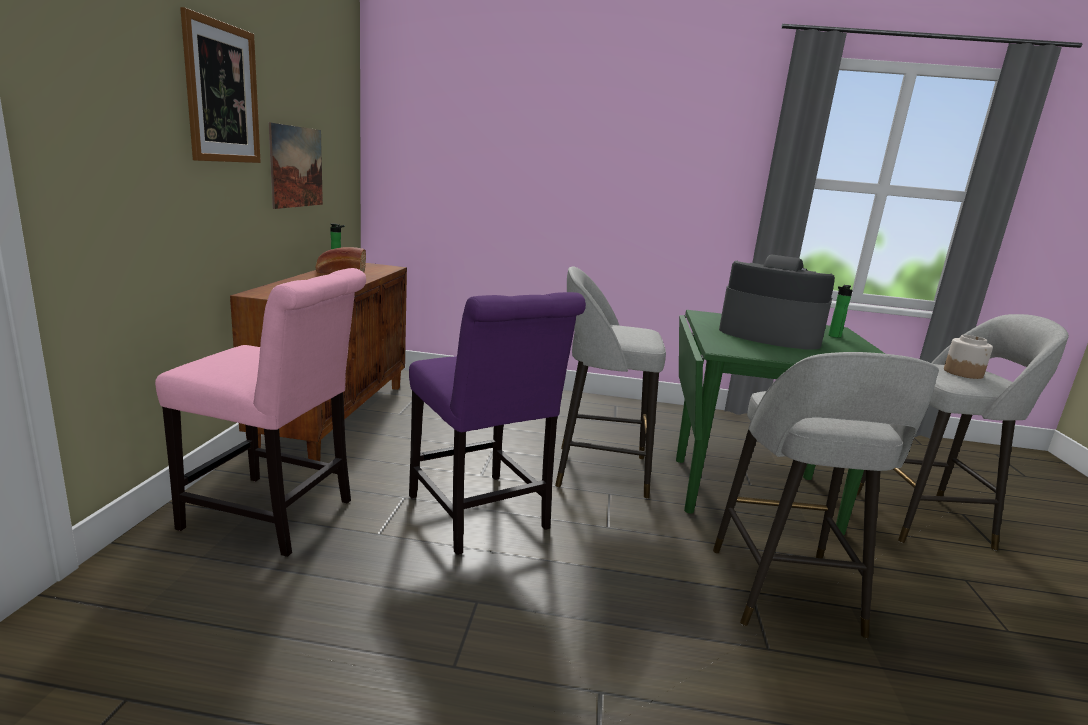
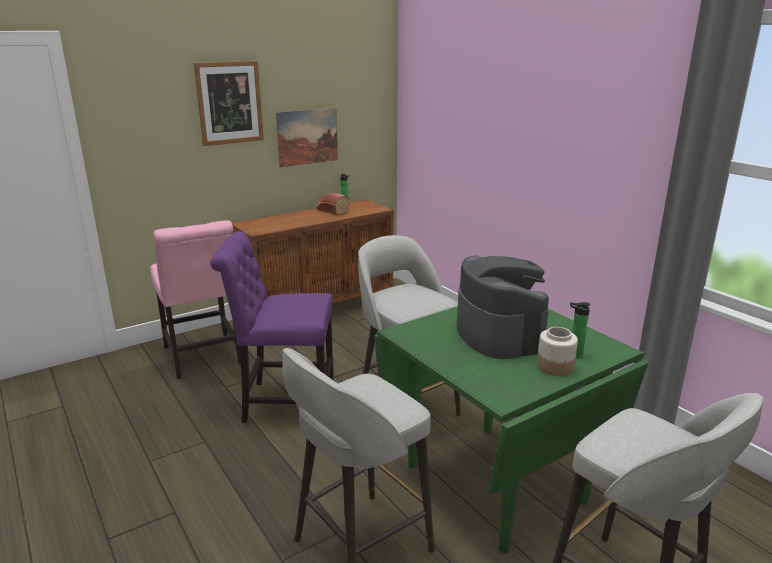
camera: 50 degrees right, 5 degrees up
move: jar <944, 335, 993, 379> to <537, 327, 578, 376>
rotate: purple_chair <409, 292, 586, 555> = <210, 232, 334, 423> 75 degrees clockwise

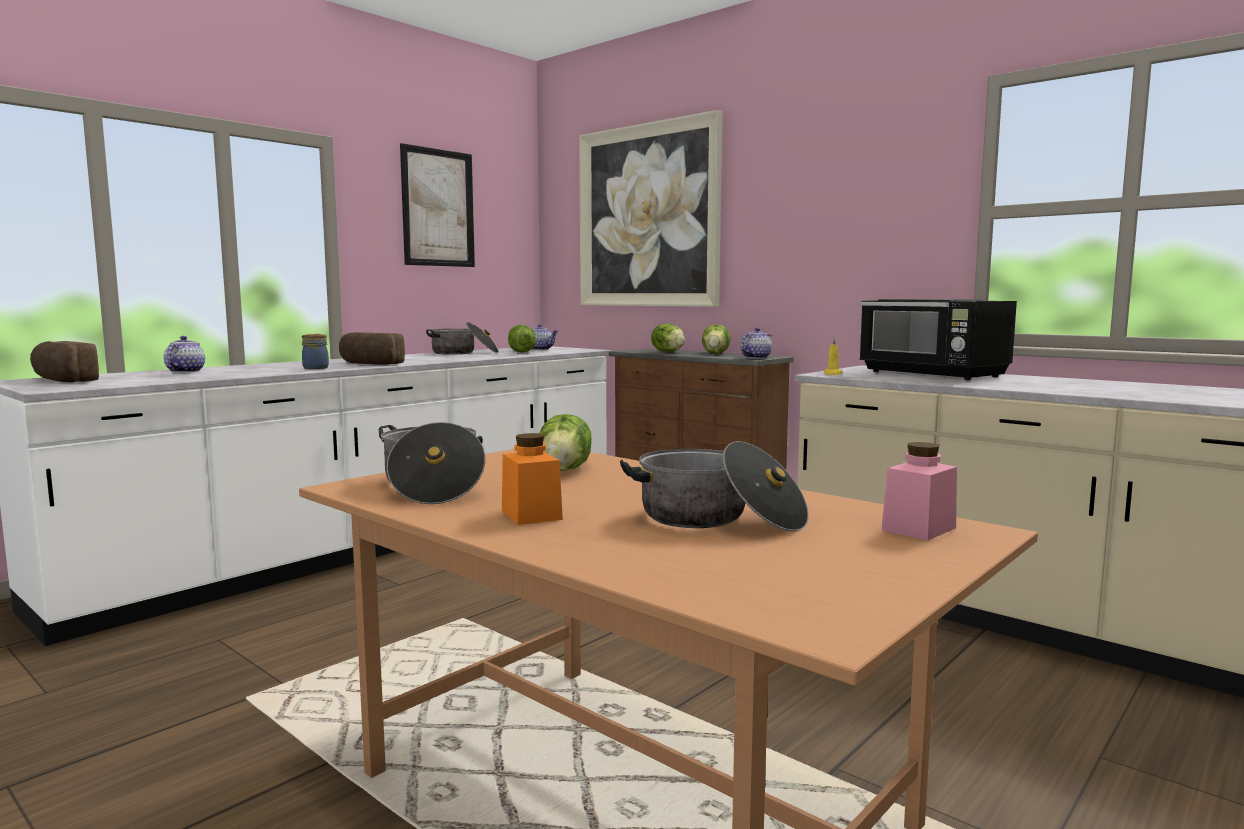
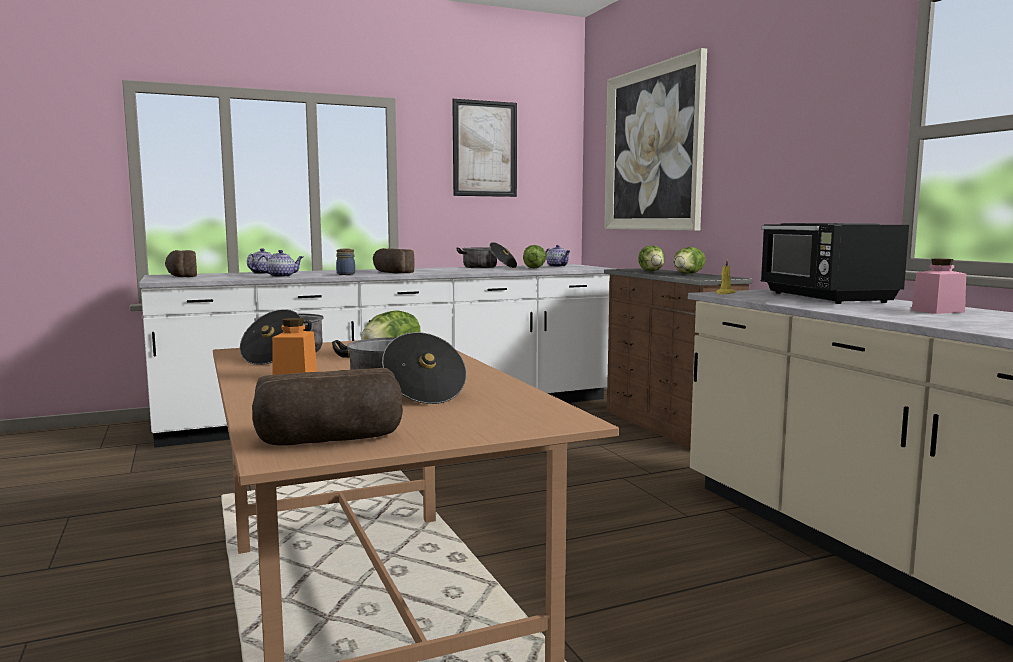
camera: 25 degrees right, 0 degrees up
insert: bread <252, 368, 403, 446>
move: teapot <741, 328, 772, 359> to <257, 250, 303, 277>; pink_jar <881, 442, 957, 541> to <912, 259, 966, 314>

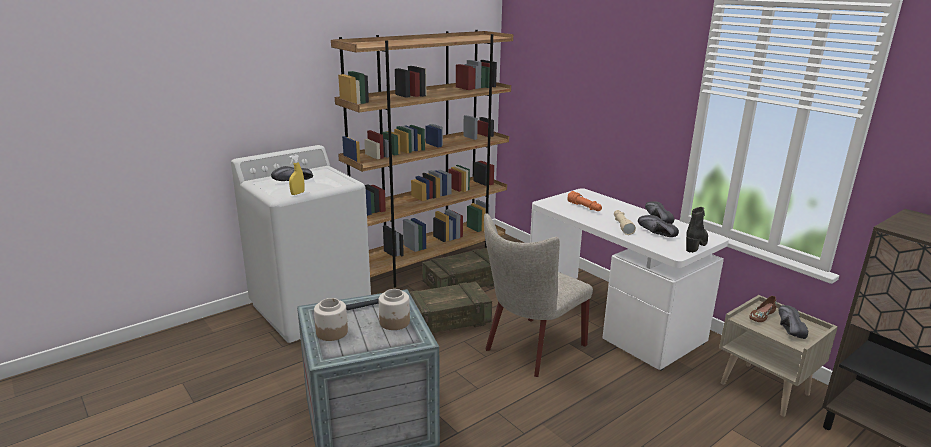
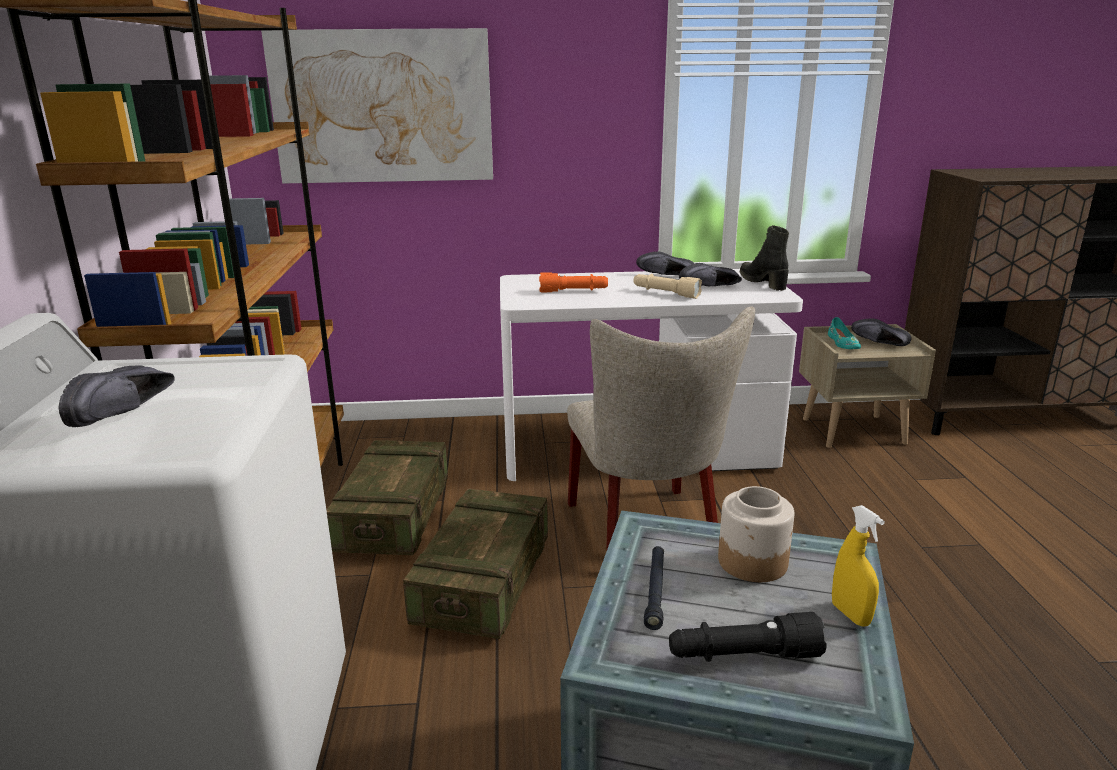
camera: 55 degrees left, 0 degrees up
insert: picture <261, 28, 493, 183>
move: yellow_spray_bottle <289, 154, 305, 195> to <832, 505, 885, 627>
replace: jar <314, 298, 348, 341> to black_flashlight <669, 612, 827, 662>
recolor: brown_shoe <749, 296, 777, 322> to turquoise_shoe <828, 317, 861, 349>

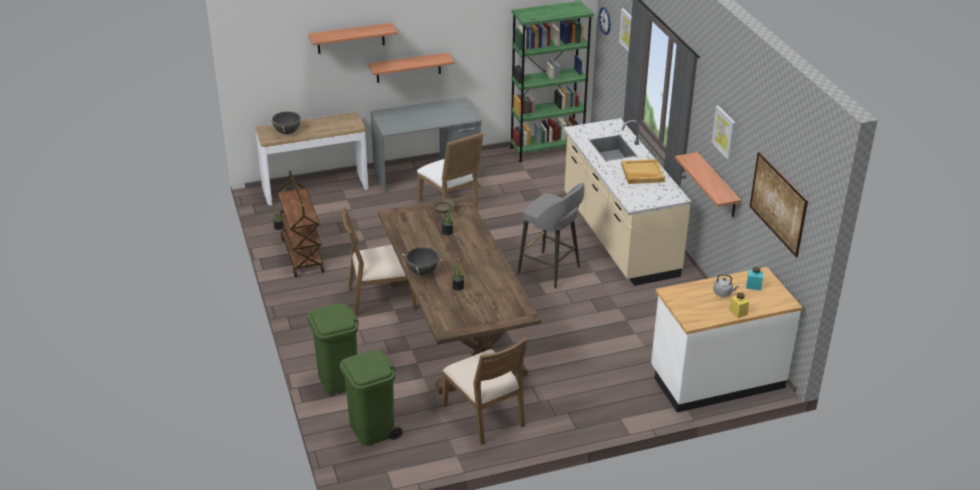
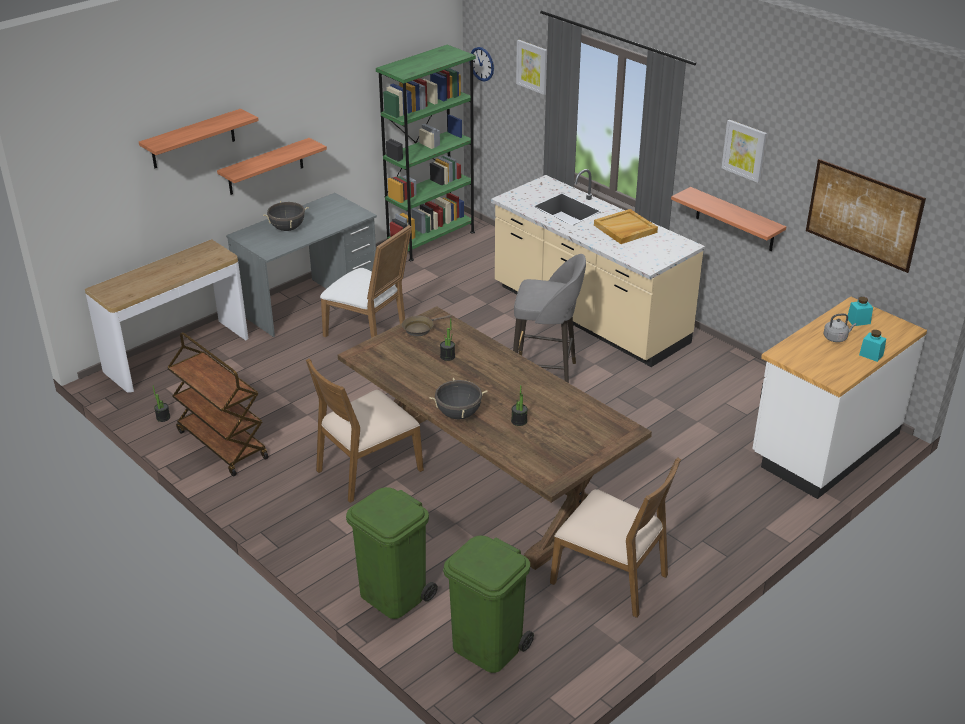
camera: 25 degrees left, 0 degrees up
move: black_cooking_pot <268, 110, 304, 134> to <263, 201, 309, 231>
recolor: yellow_jar <729, 293, 749, 318> to turquoise_jar <859, 330, 886, 362>

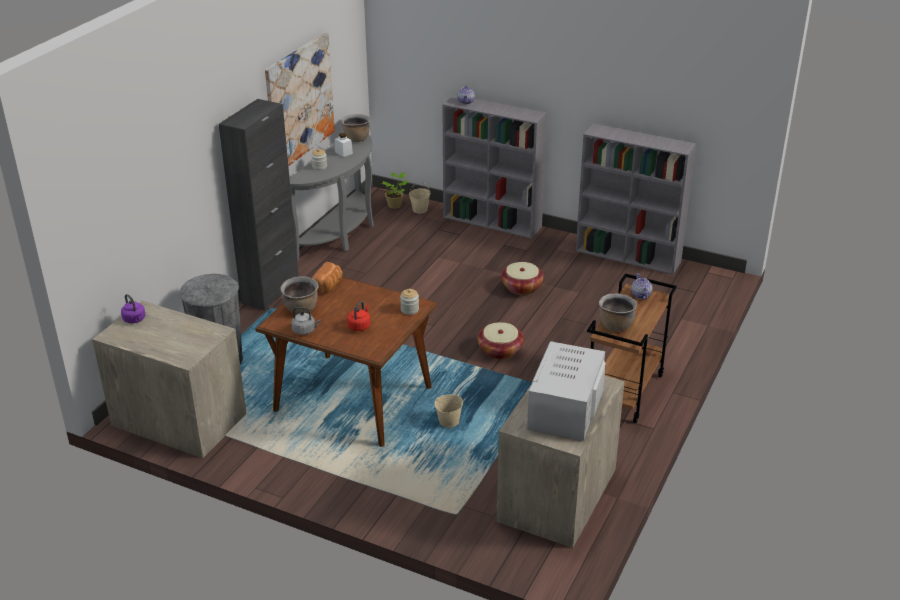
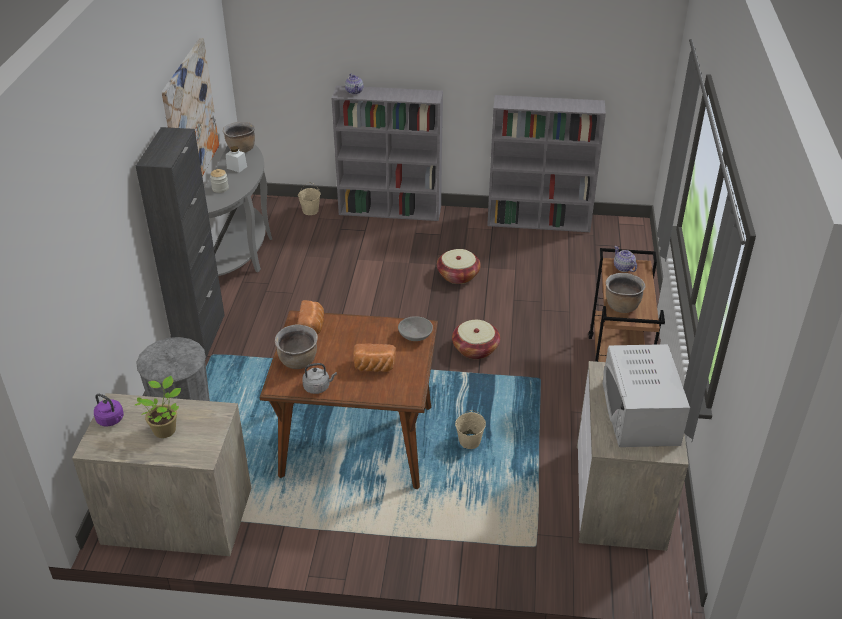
camera: 20 degrees left, 5 degrees up
move: potted_plant <381, 172, 409, 209> to <135, 376, 181, 438>
replace: red_kettle <347, 301, 370, 331> to bread <353, 344, 396, 372>; jar <400, 289, 419, 315> to grey_bowl <398, 316, 433, 341>

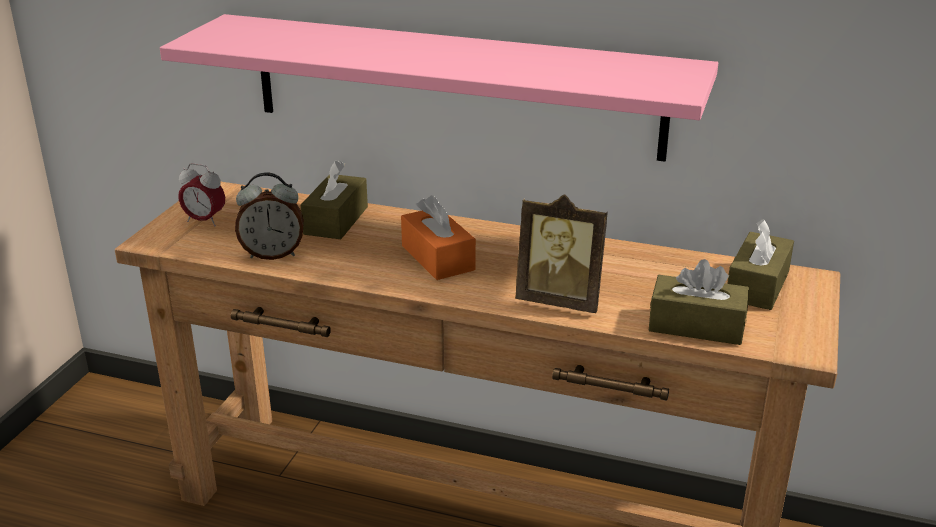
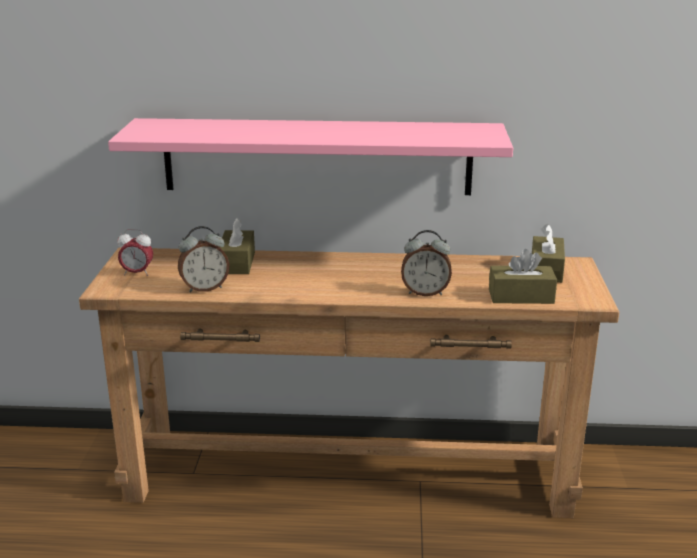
camera: 15 degrees left, 5 degrees down
delete: orange_tissue_box <401, 195, 476, 280>
replace: picture_frame <515, 194, 608, 313> to alarm_clock <401, 230, 452, 296>

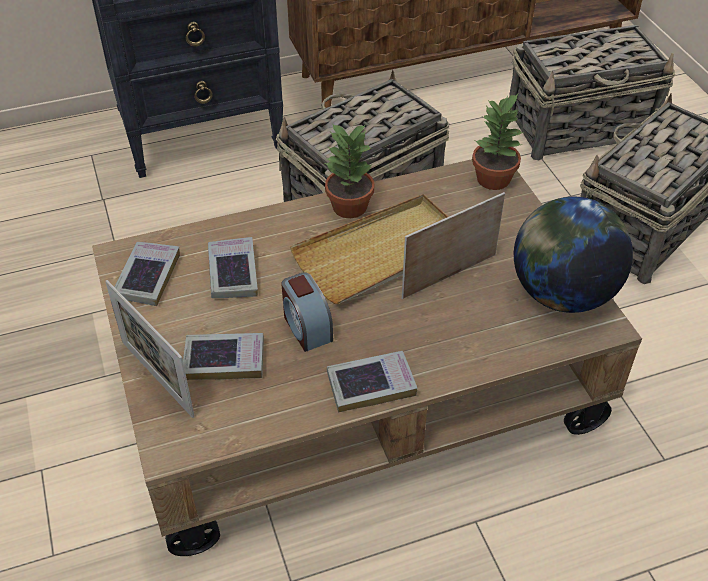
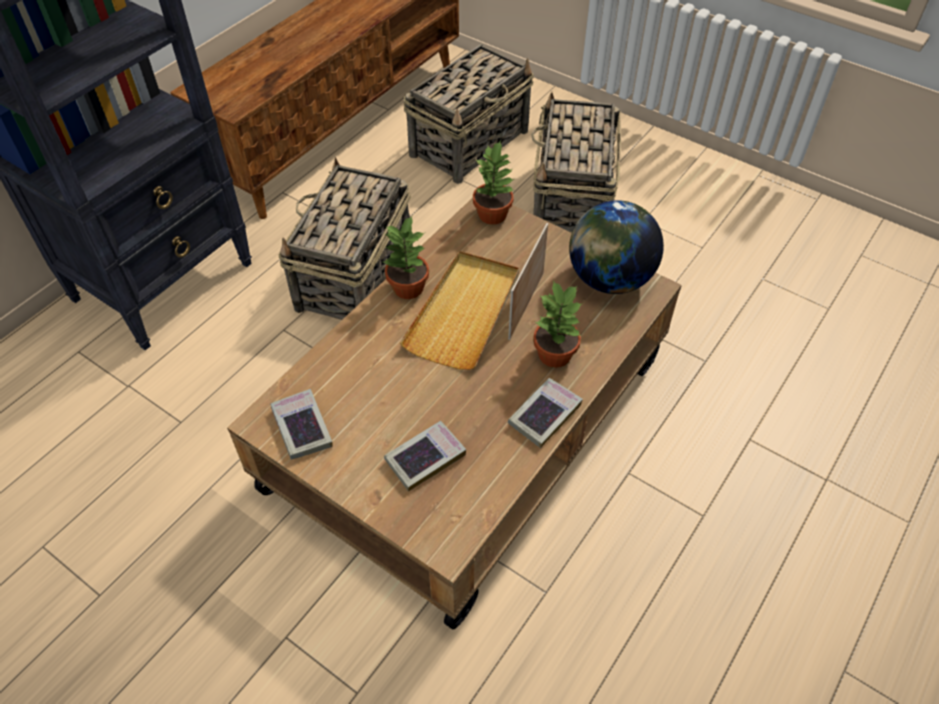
camera: 35 degrees left, 5 degrees up
delete: picture_frame <105, 280, 195, 418>; book <208, 237, 258, 298>; alarm_clock <282, 272, 333, 352>
insert: potted_plant <533, 280, 583, 368>

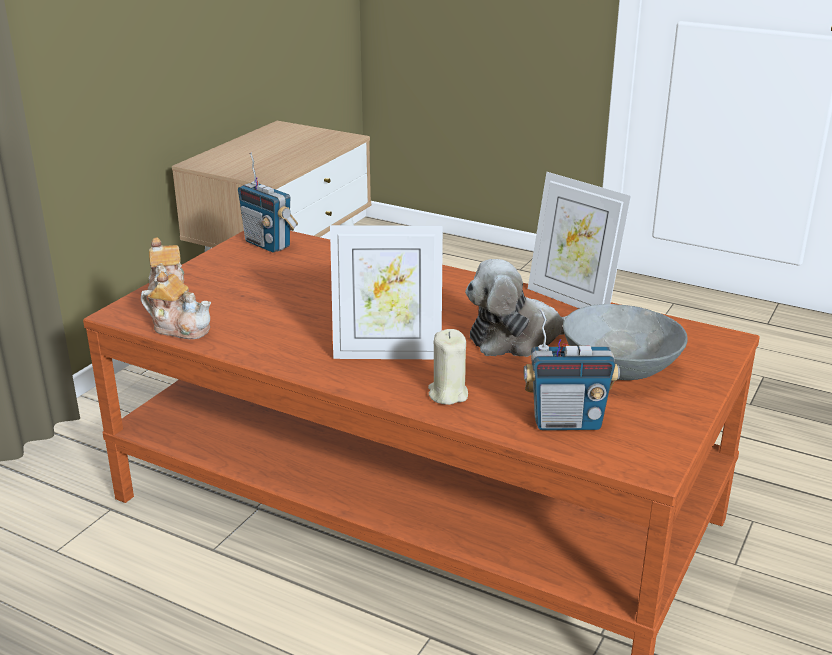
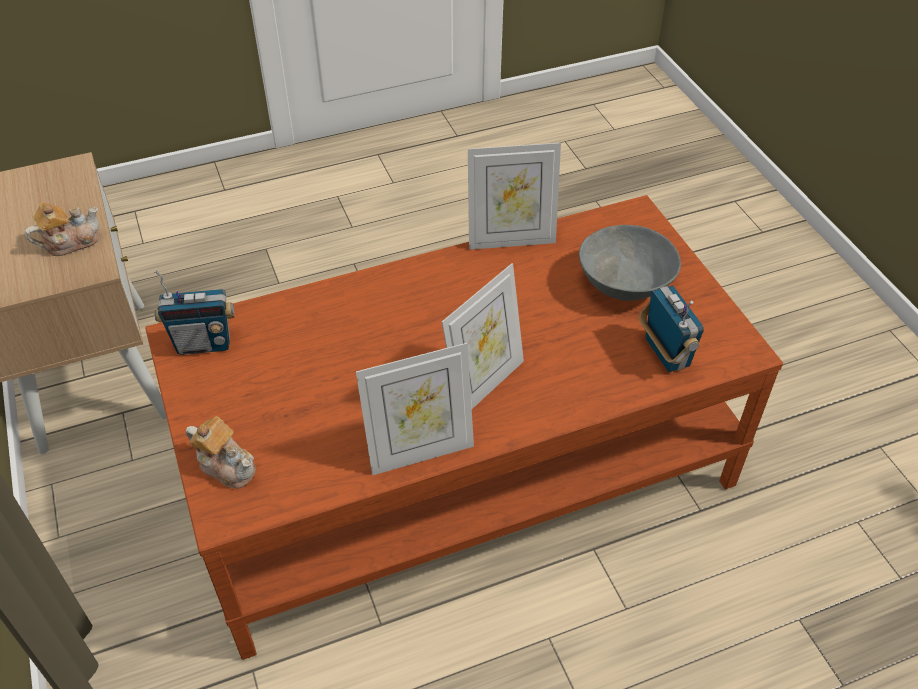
camera: 50 degrees left, 20 degrees up
delete: beige_candle <428, 329, 468, 405>; plush_toy <465, 259, 566, 357>
insert: picture_frame <356, 343, 474, 475>
move: teapot <141, 271, 211, 339> to <25, 202, 99, 256>
rotate: radio <524, 308, 620, 430> = <639, 285, 704, 372> 60 degrees counterclockwise

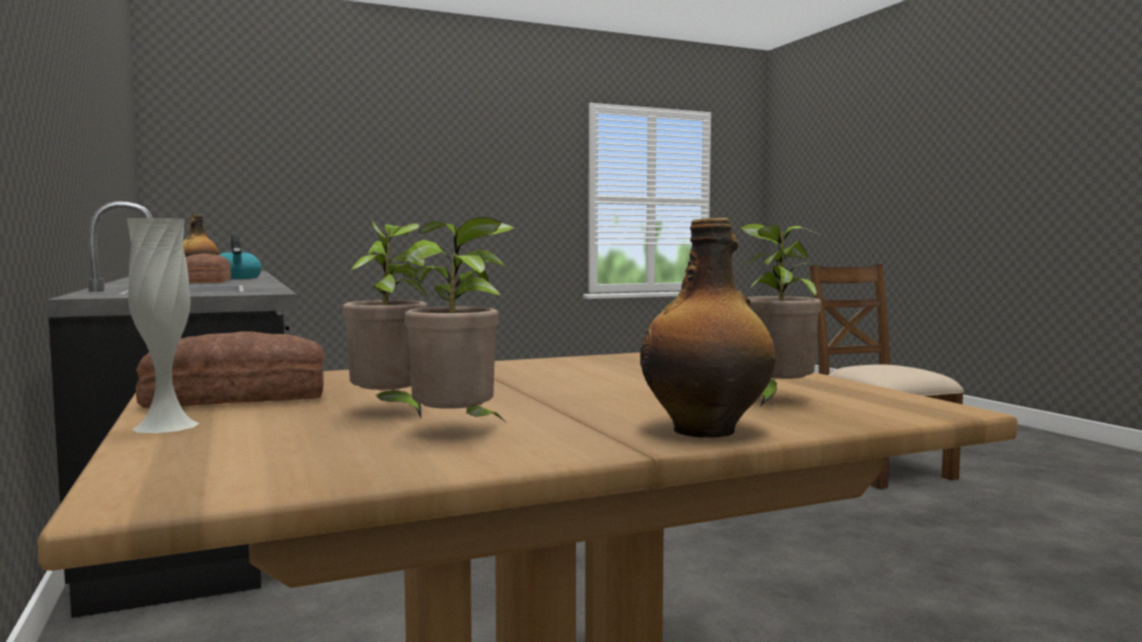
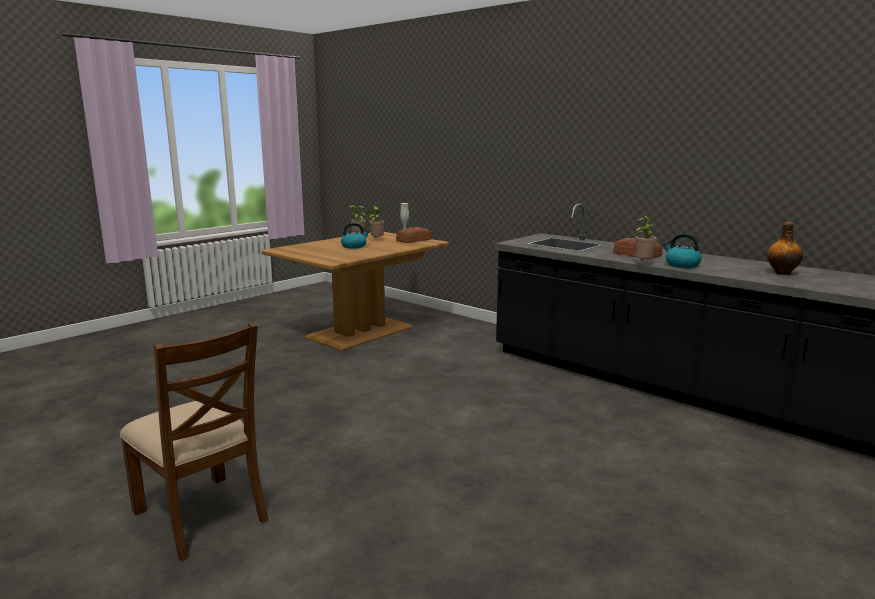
camera: 155 degrees right, 10 degrees up
delete: bottle <640, 218, 776, 438>
insert: kettle <341, 223, 369, 249>
move: potted_plant <740, 223, 825, 407> to <635, 216, 657, 261>

